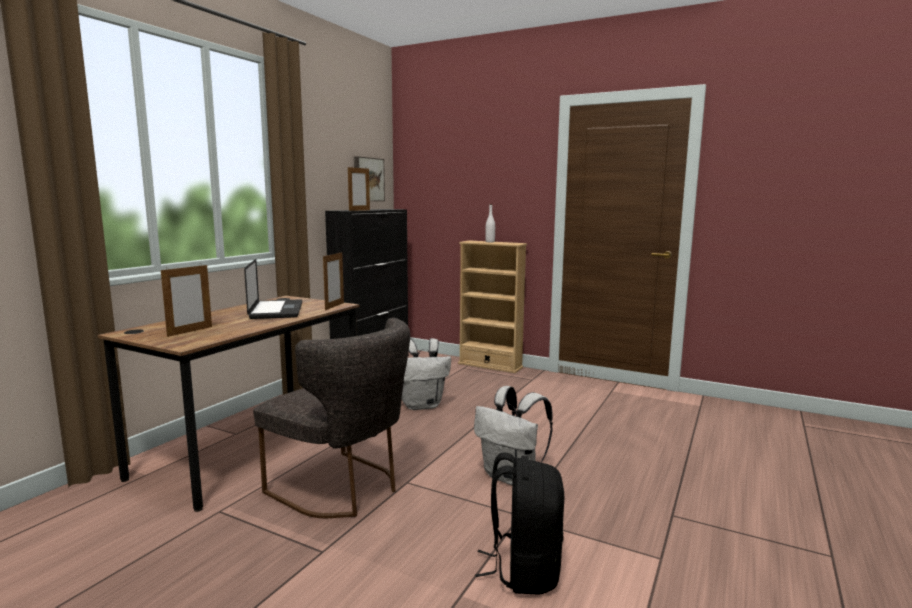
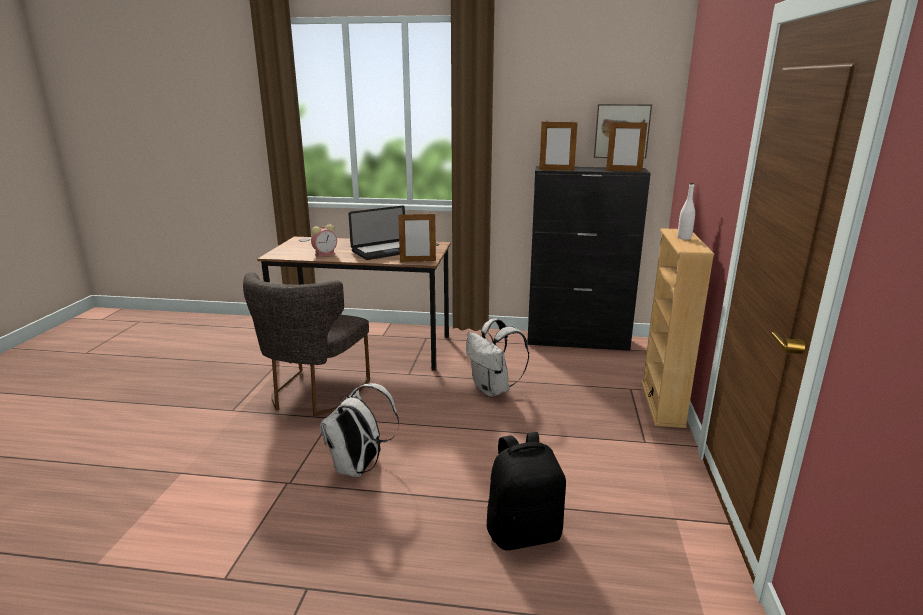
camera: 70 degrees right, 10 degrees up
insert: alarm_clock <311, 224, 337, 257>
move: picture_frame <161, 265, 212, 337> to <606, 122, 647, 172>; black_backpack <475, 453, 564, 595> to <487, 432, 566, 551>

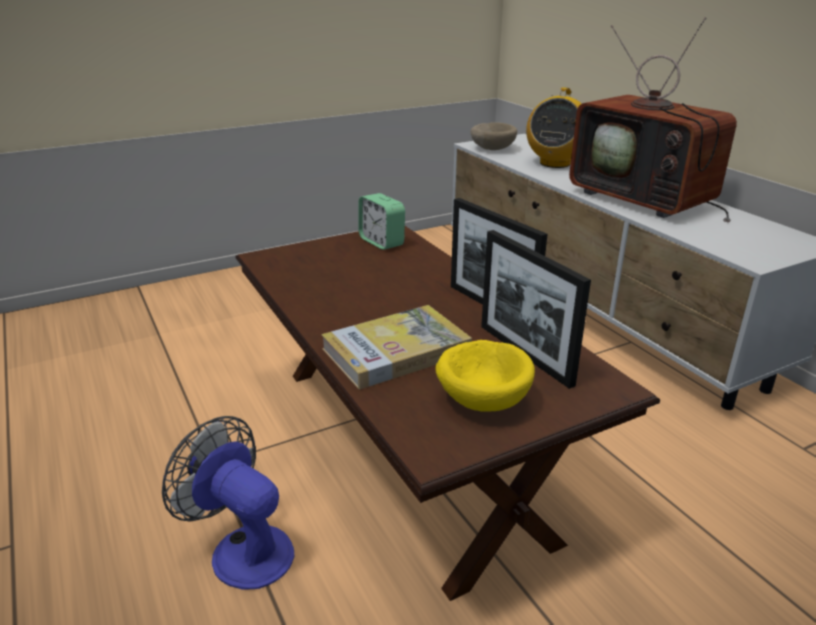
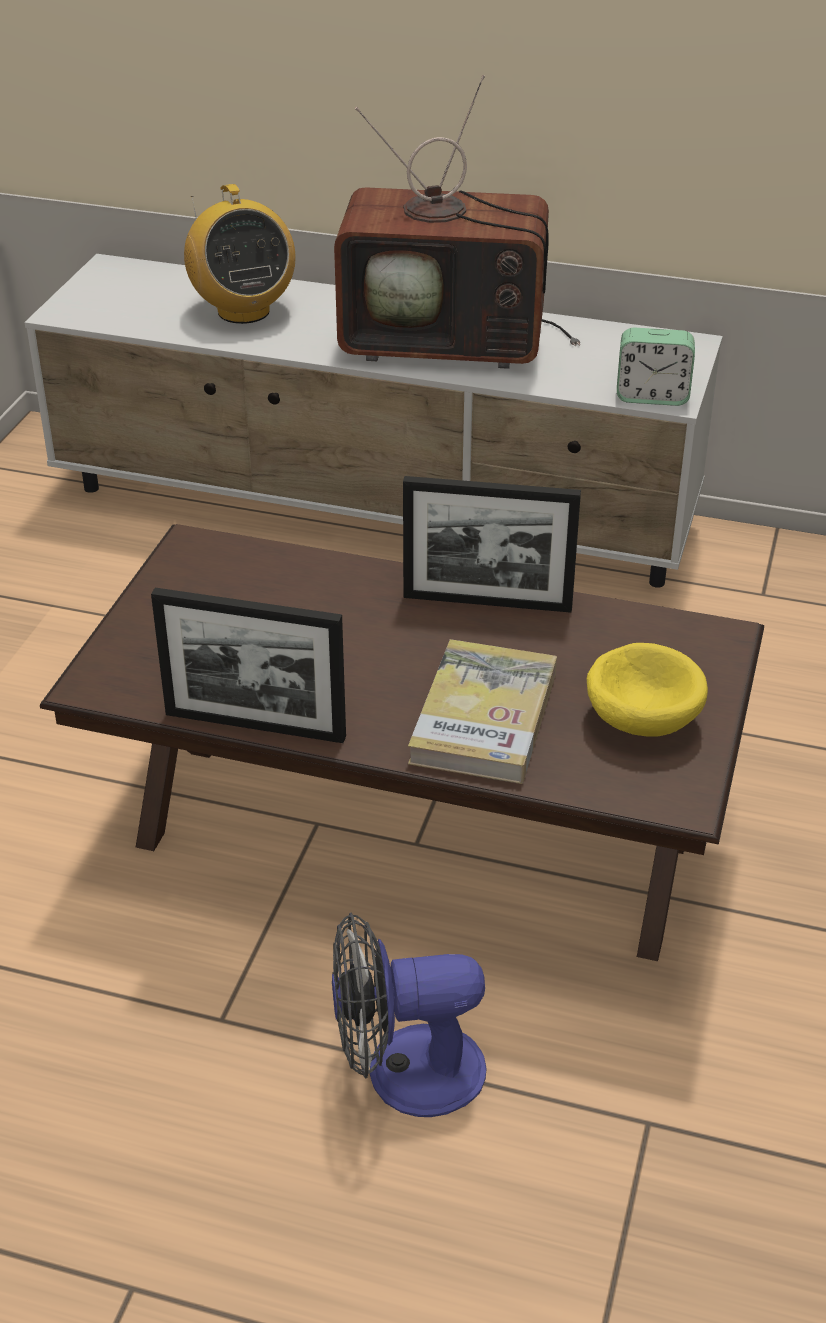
camera: 45 degrees left, 10 degrees up
delete: beige_bowl <470, 122, 517, 150>
move: alarm_clock <358, 193, 405, 250> to <617, 328, 695, 406>; picture_frame <481, 230, 591, 389> to <151, 588, 346, 743>

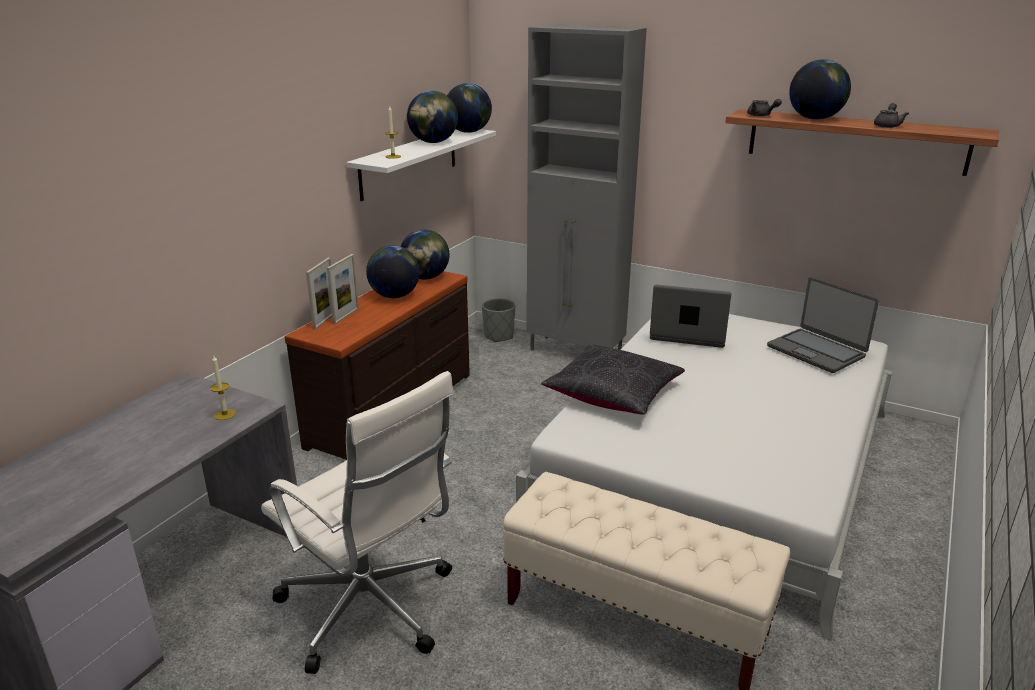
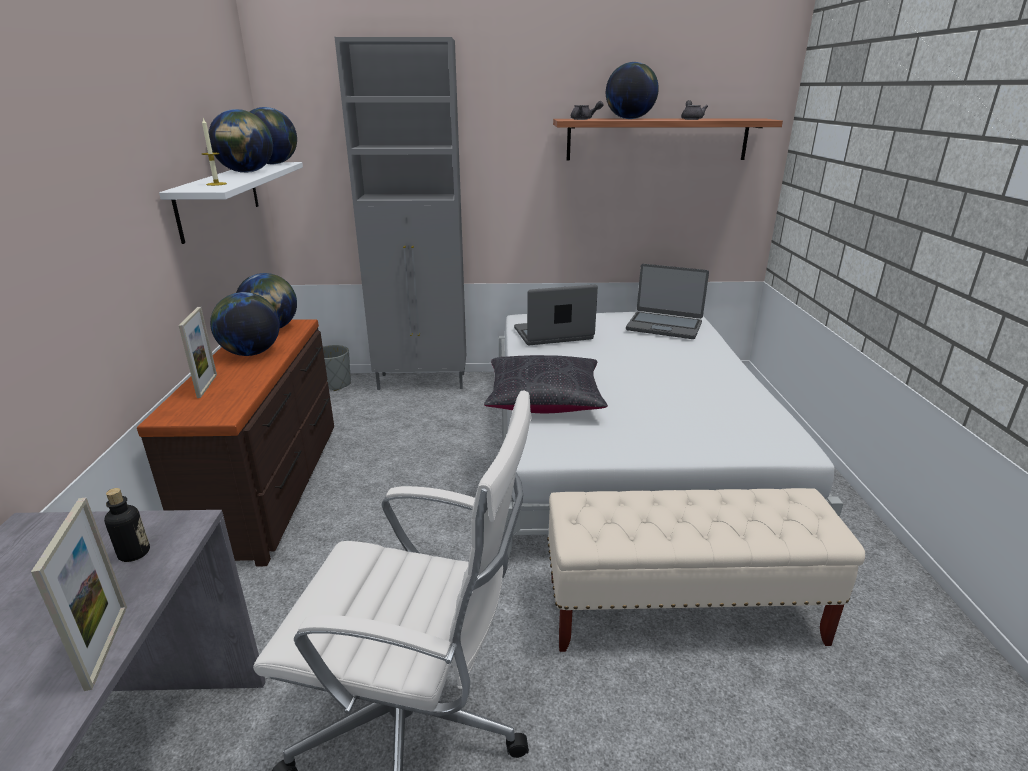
camera: 30 degrees left, 0 degrees up
move: picture_frame <306, 258, 332, 330> to <31, 497, 127, 691>
replace: candle <210, 356, 236, 420> to bottle <104, 488, 150, 562>

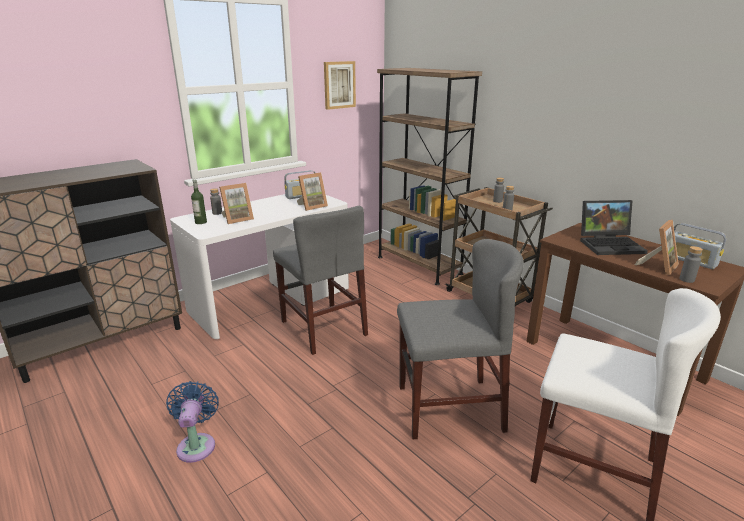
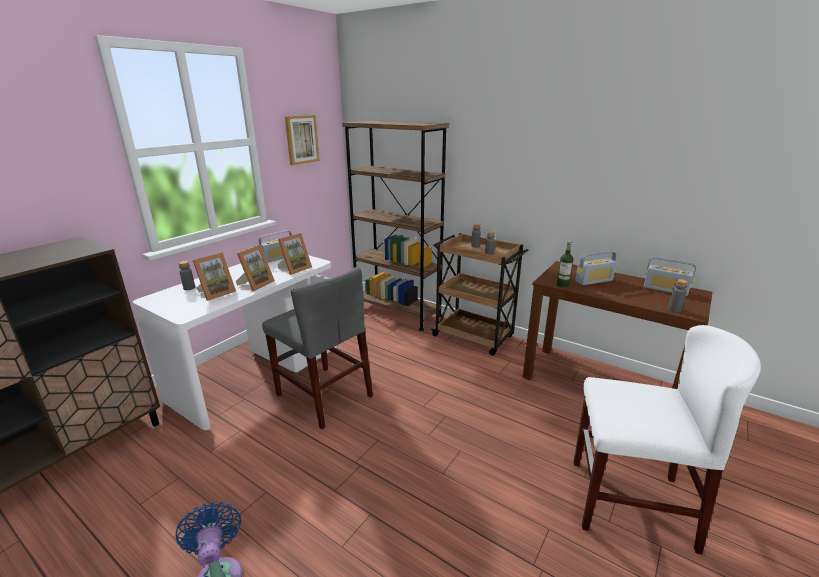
camera: 15 degrees left, 0 degrees up
delete: grey_chair <397, 239, 524, 439>
move: bottle <191, 180, 207, 224> to <557, 241, 574, 288>; picture_frame <635, 220, 679, 275> to <236, 245, 275, 291>
replace: laptop <580, 200, 648, 255> to radio <575, 251, 617, 285>

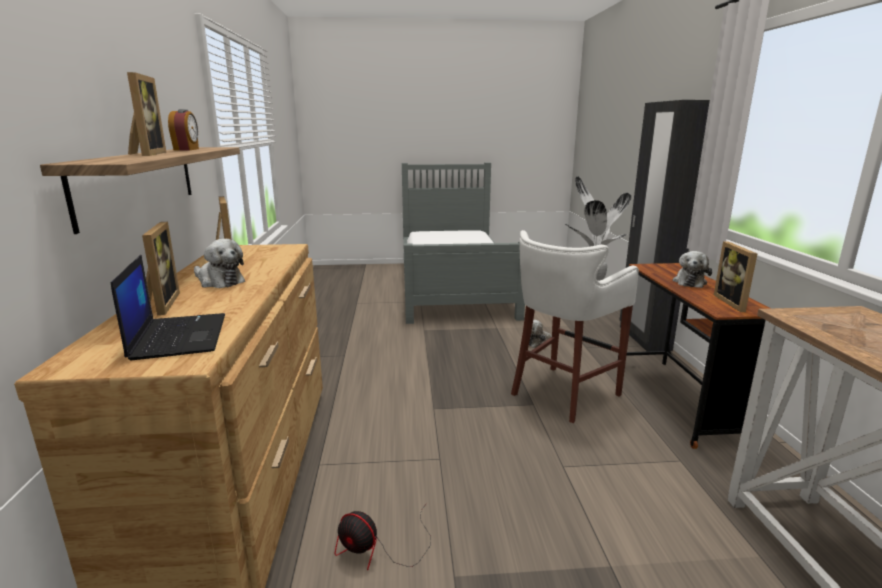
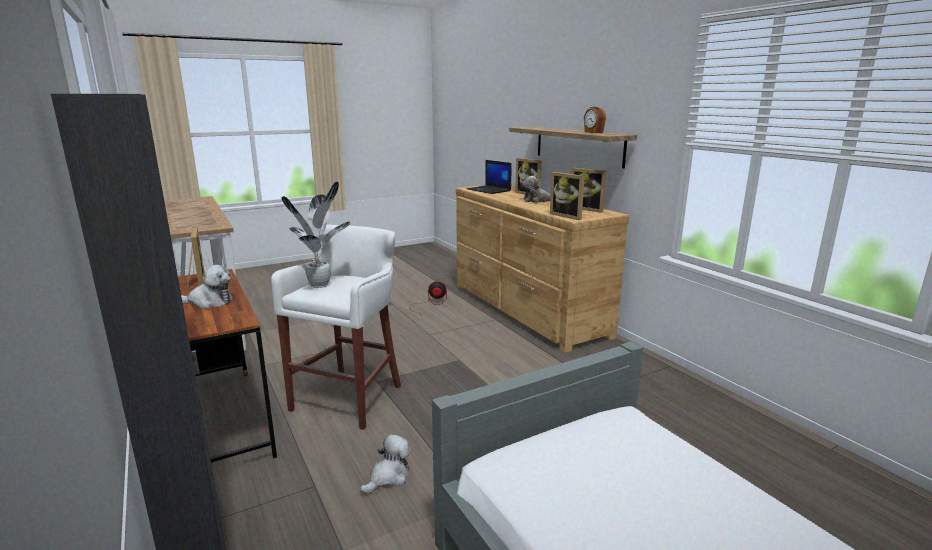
camera: 155 degrees right, 0 degrees up
move: picture_frame <127, 72, 166, 156> to <550, 172, 585, 220>
rotate: plush_toy <672, 251, 712, 288> = <181, 265, 233, 309> 90 degrees clockwise

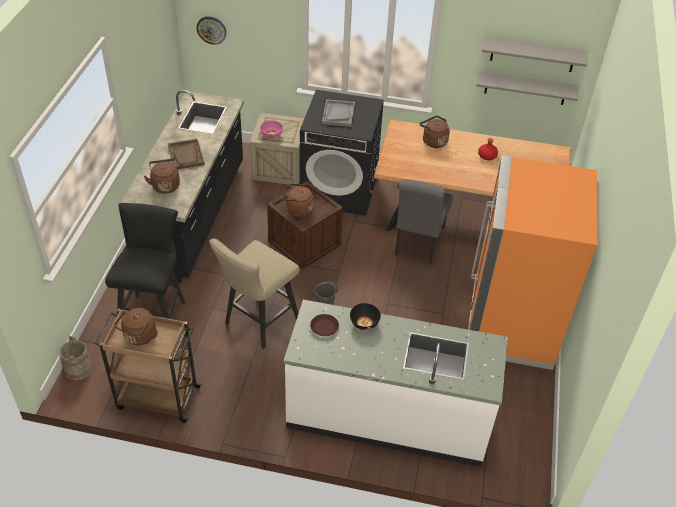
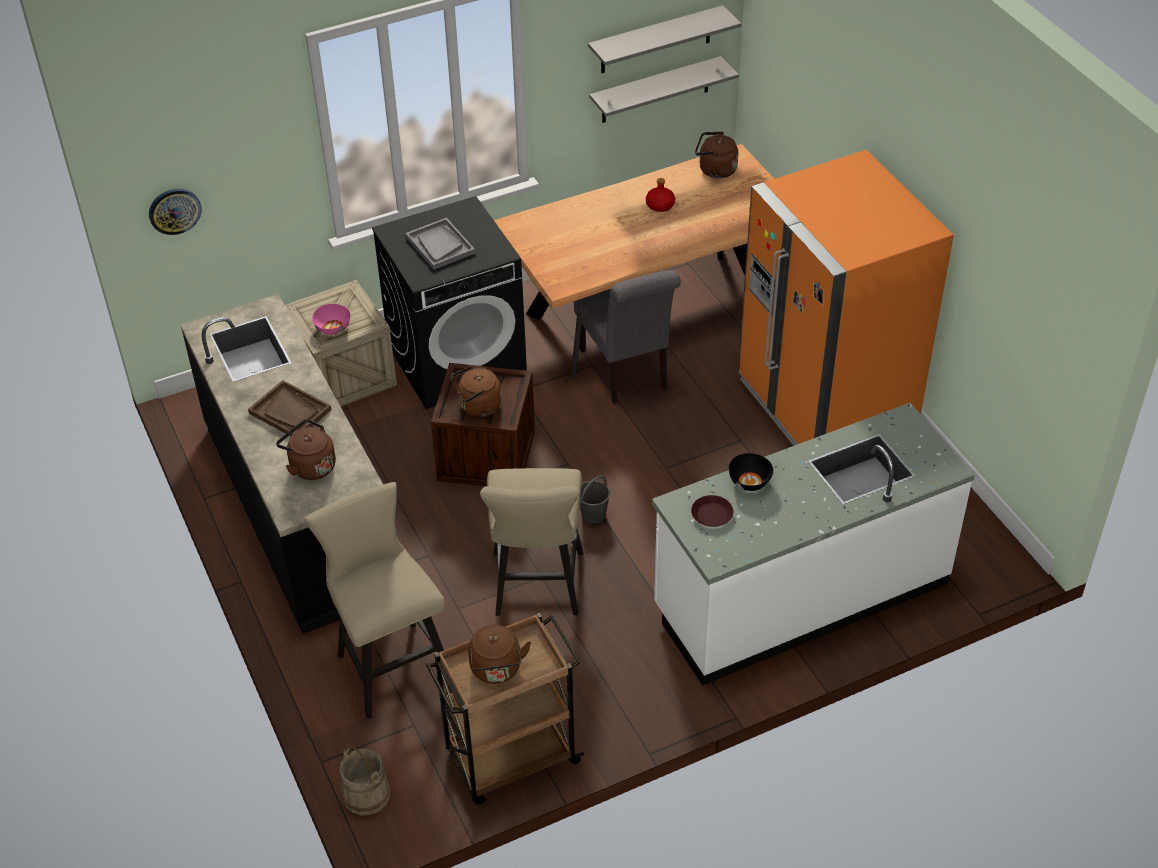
camera: 35 degrees left, 0 degrees up
move: brown_kettle <420, 116, 450, 148> to <695, 132, 738, 178>
recolor: black_stool <105, 203, 185, 319> to beige_stool <304, 482, 445, 719>

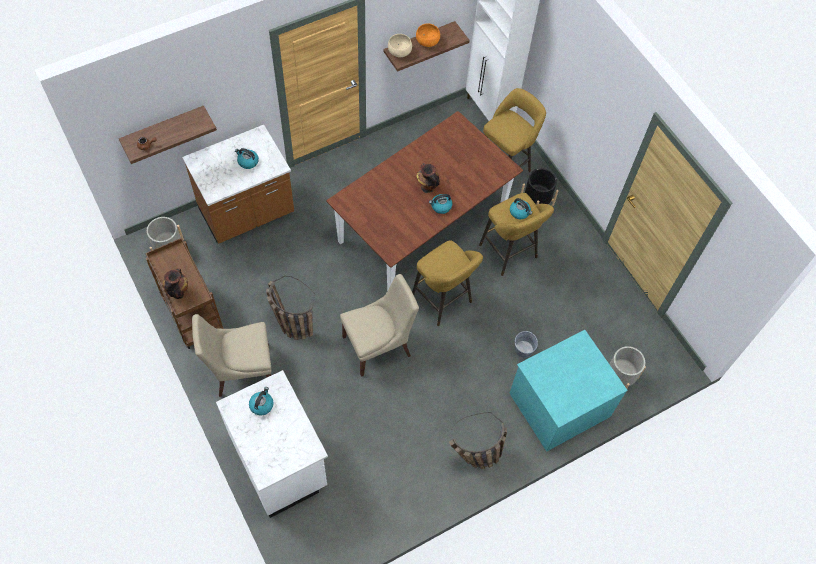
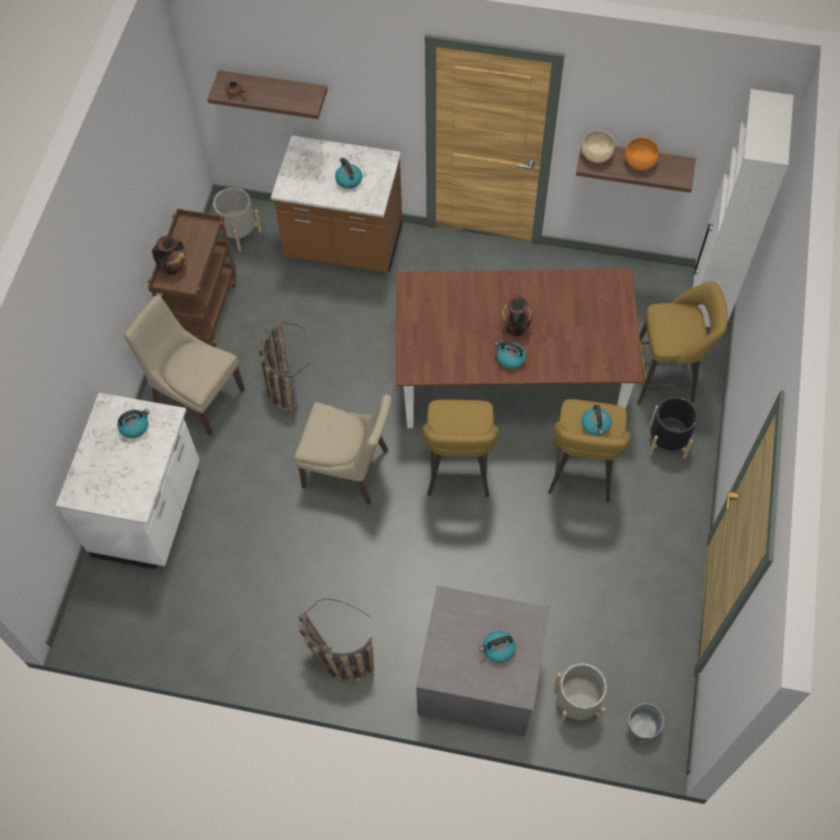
camera: 45 degrees right, 0 degrees up
insert: kettle <479, 631, 516, 663>
move: grey_bucket <515, 331, 538, 358> to <628, 703, 664, 741>
recolor: turquoise_dresser <509, 330, 628, 451> to grey_dresser <416, 586, 550, 736>

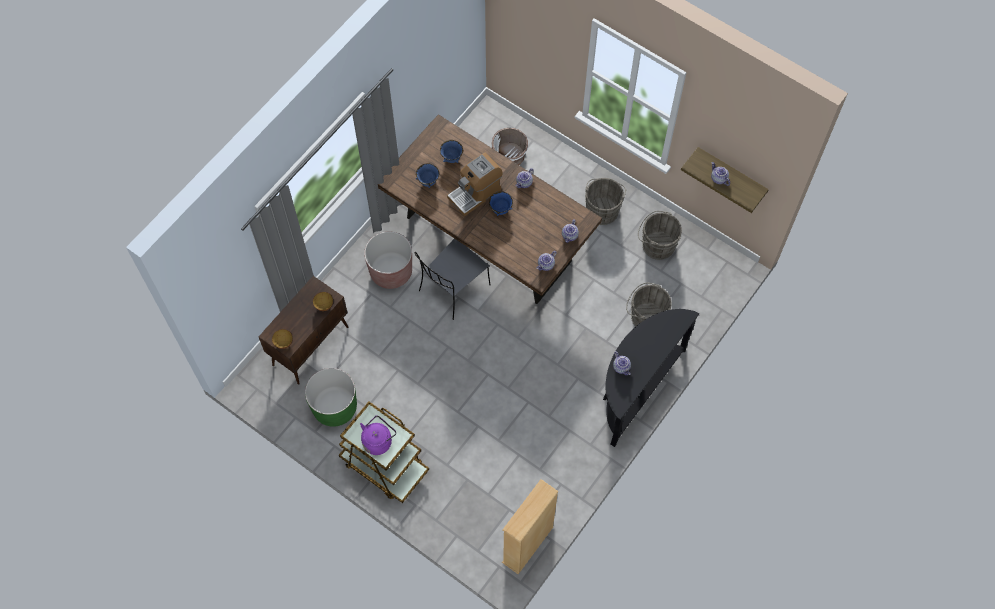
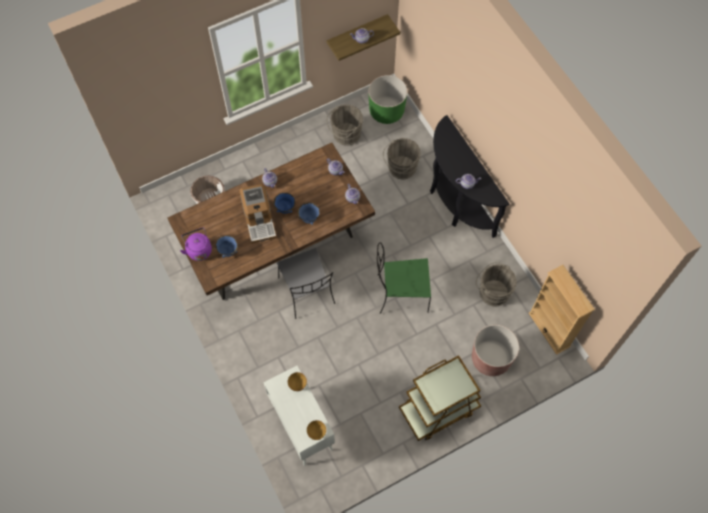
camera: 65 degrees left, 0 degrees up
insert: green_chair <377, 242, 431, 314>
move: green_planter <305, 368, 357, 427> to <368, 75, 408, 124>; purple_kettle <360, 416, 396, 455> to <180, 228, 212, 261>; brown_planter <364, 231, 412, 289> to <472, 325, 519, 376>; blue_bowl <440, 140, 463, 163> to <297, 202, 320, 225>; grey_bucket <585, 178, 626, 225> to <476, 262, 517, 306>
recolor: brown_cabinet <259, 276, 348, 385> to white_cabinet <263, 366, 335, 466>

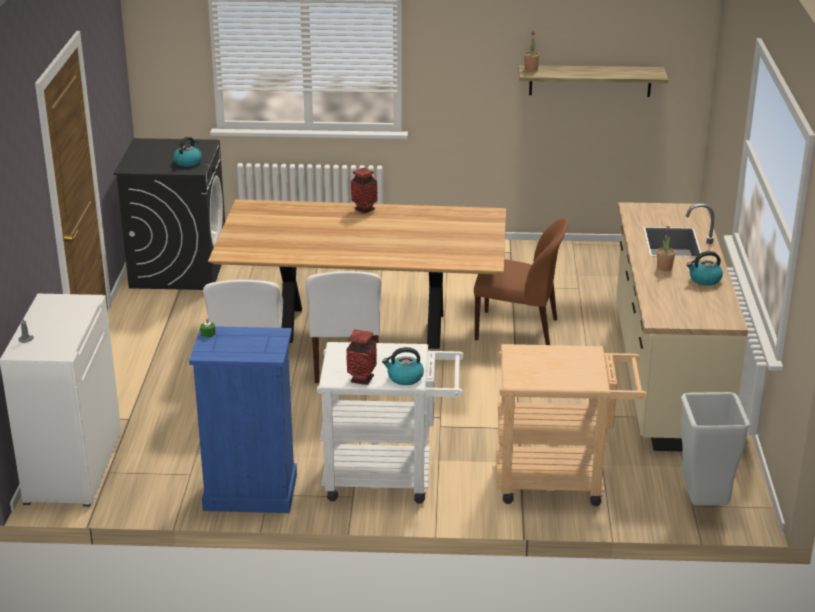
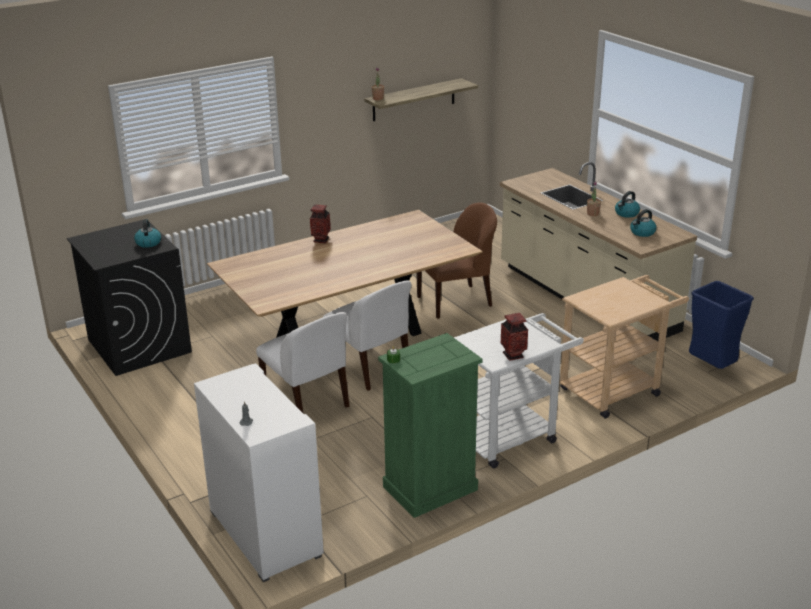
camera: 35 degrees left, 0 degrees up
move: kettle <382, 347, 424, 385> to <630, 209, 657, 237>
recolor: blue_dresser <189, 326, 297, 513> to green_dresser <378, 333, 483, 518>; grey_trash_can <681, 392, 750, 505> to blue_trash_can <689, 281, 754, 369>

